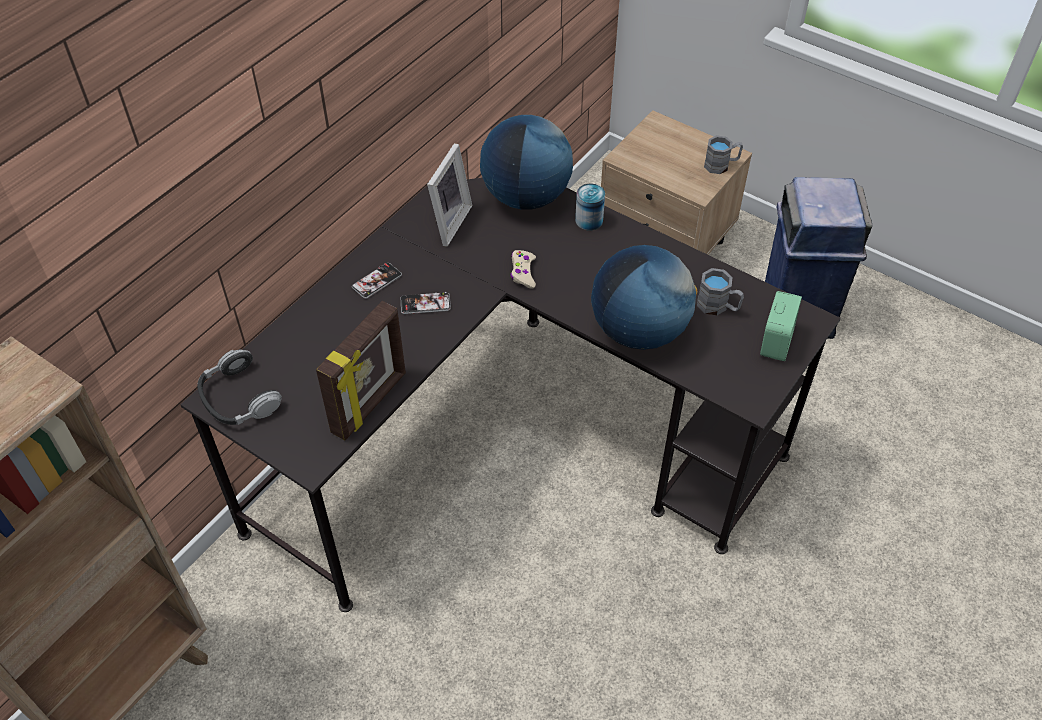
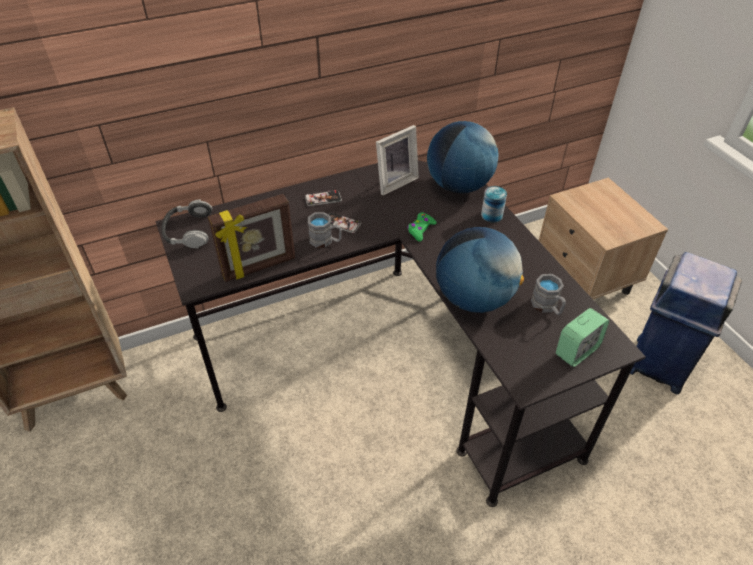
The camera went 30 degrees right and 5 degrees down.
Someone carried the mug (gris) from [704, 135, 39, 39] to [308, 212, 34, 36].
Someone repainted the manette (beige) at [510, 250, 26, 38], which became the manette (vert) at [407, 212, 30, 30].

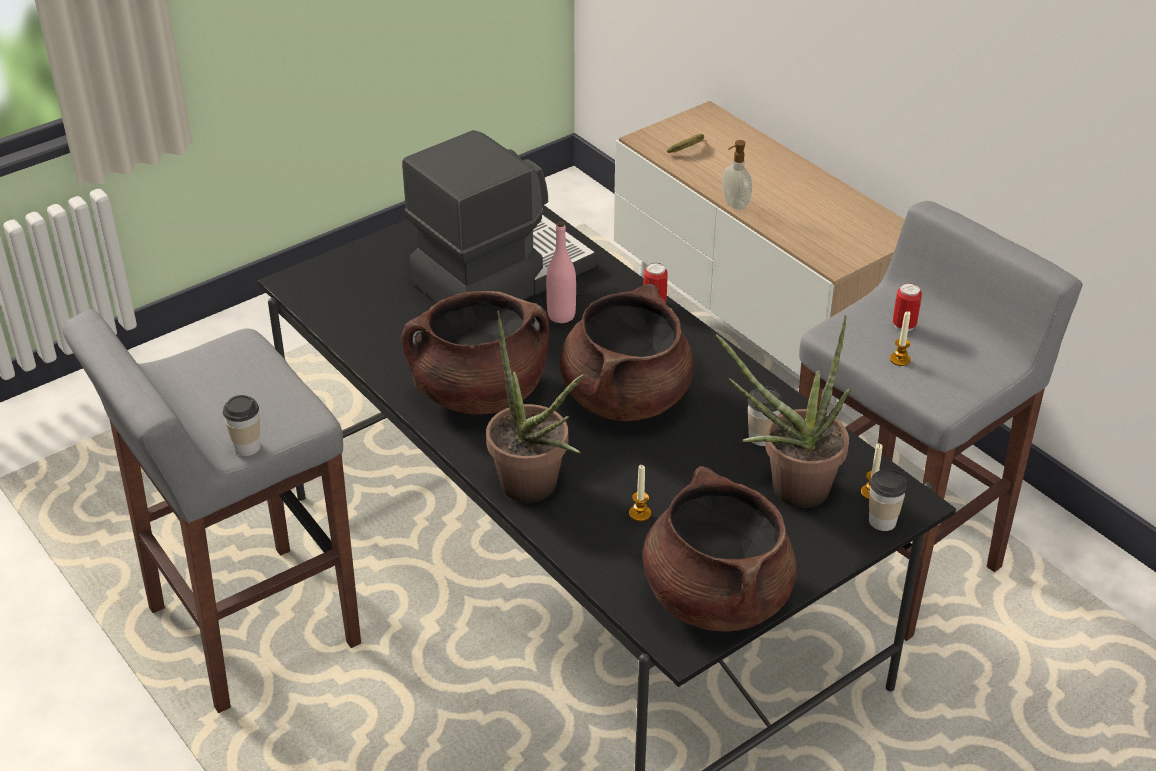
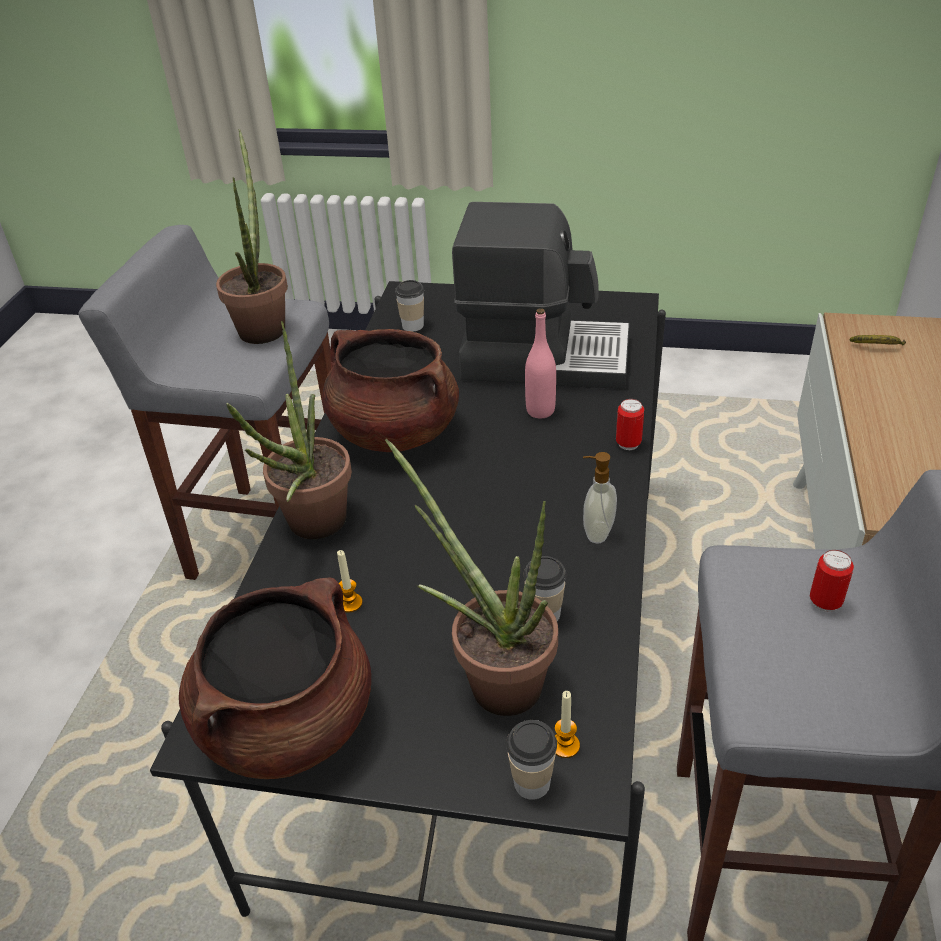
The camera went 50 degrees right and 0 degrees up.
Someone took away the marmite (marron) at [560, 284, 134, 137].
Someone took away the bougie at [890, 311, 21, 55].
Someone put down the plante en pot at [216, 129, 72, 215].
Someone carried the tasse from [223, 395, 38, 61] to [395, 280, 29, 52].
Someone carried the distributeur de savon from [722, 140, 30, 70] to [583, 452, 34, 91].

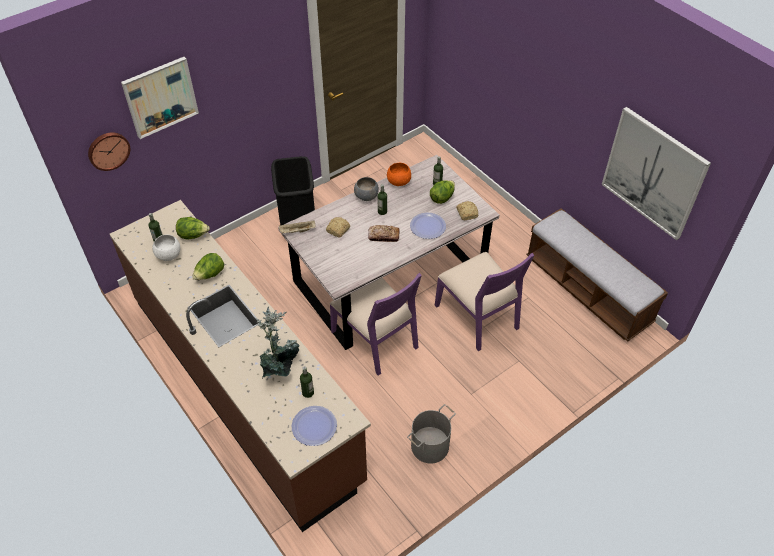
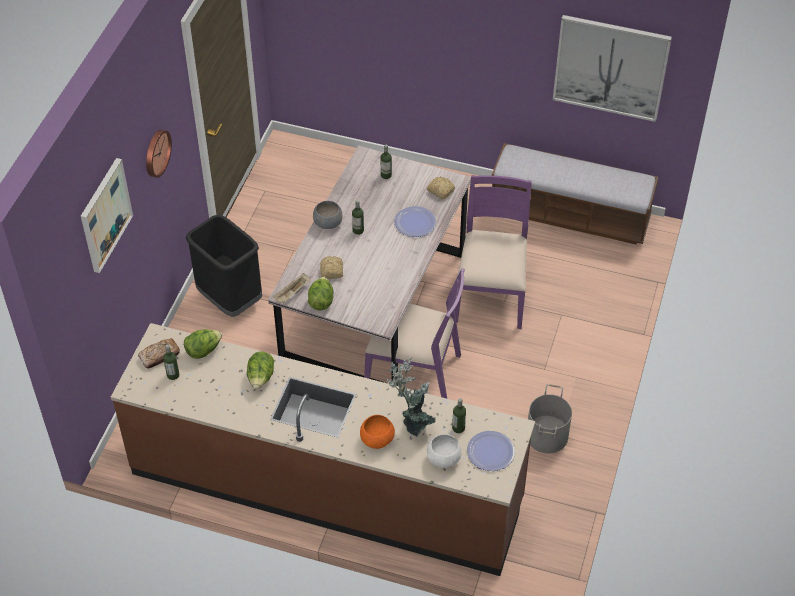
The camera went 35 degrees left and 0 degrees up.
Someone carried the horloge murale from [88, 132, 42, 39] to [146, 130, 26, 48].
Someone carried the bol (blanc) from [152, 235, 28, 26] to [427, 434, 34, 34].
Someone carried the pain from [368, 225, 32, 17] to [138, 338, 42, 31].
Someone carried the bol (orange) from [387, 163, 24, 23] to [360, 415, 35, 34].
Someone carried the laitue from [430, 180, 25, 24] to [308, 276, 26, 35].
Someone rotated the chaise (violet) at [435, 252, 99, 99] by 105 degrees counterclockwise.

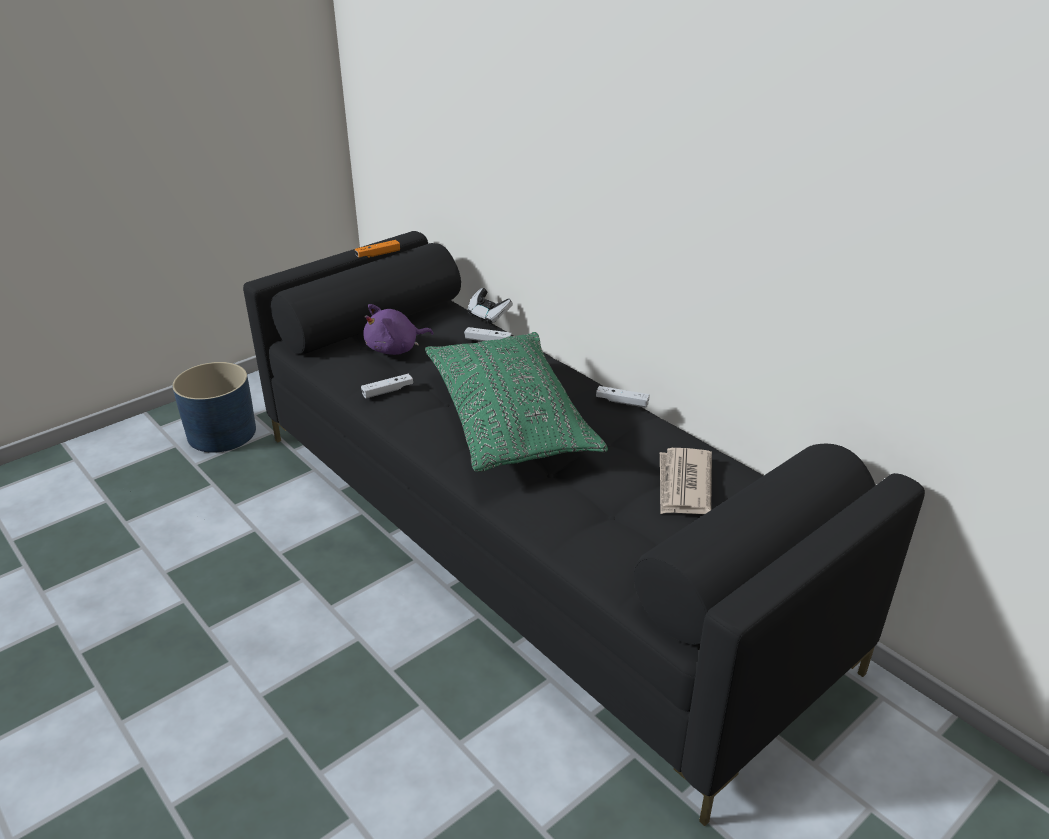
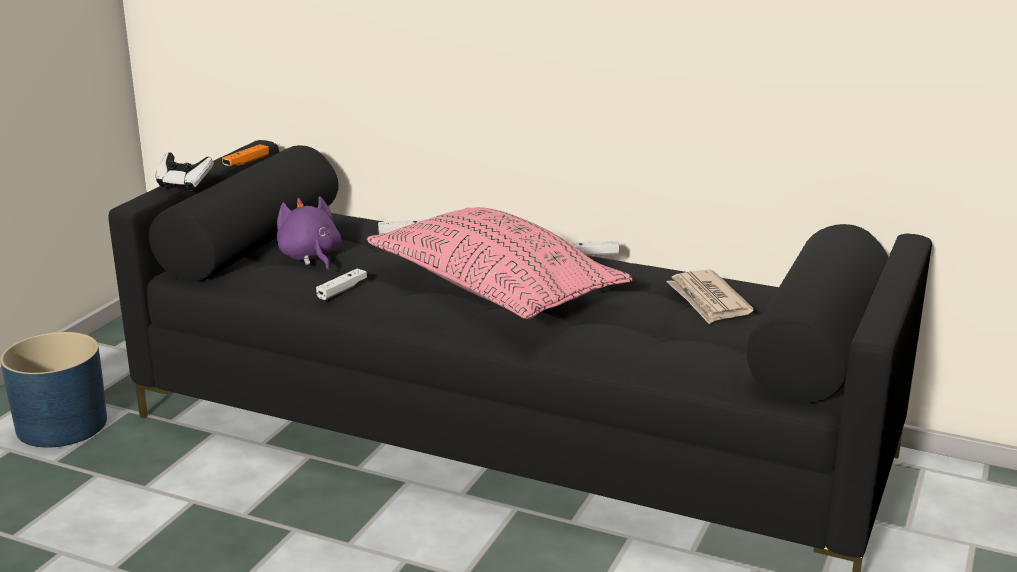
The camera went 25 degrees left and 10 degrees down.
Someone carried the manette from [468, 288, 45, 36] to [156, 152, 58, 38].
Someone repainted the coussin (vert) at [425, 332, 183, 140], which became the coussin (rose) at [367, 207, 265, 112].
Someone rotated the peluche (violet) at [363, 304, 70, 51] by 120 degrees clockwise.

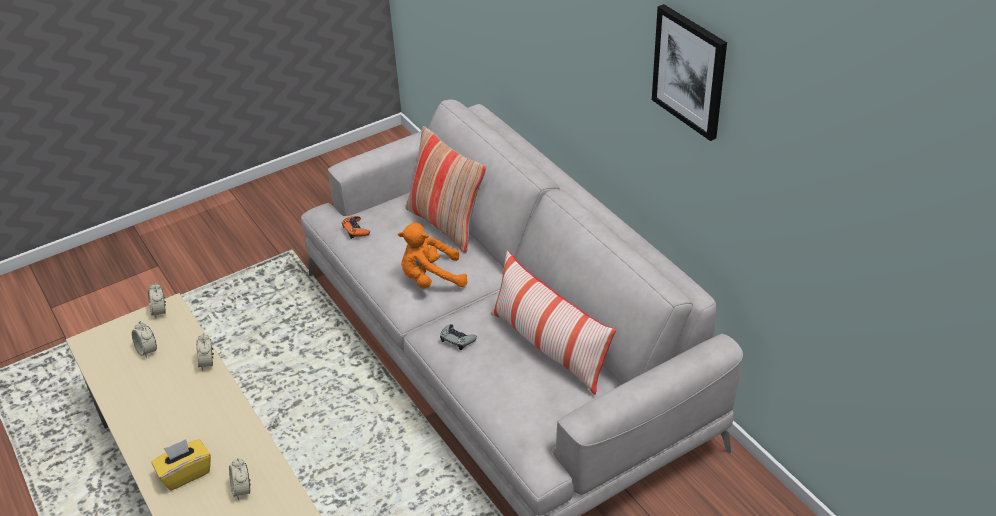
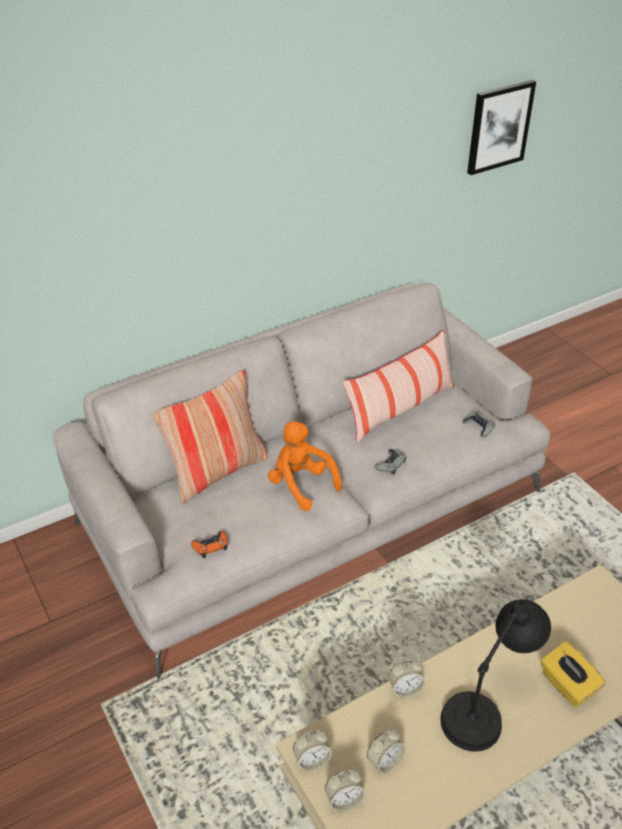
The camera went 90 degrees left and 0 degrees up.
Someone put down the lampe de table (noir) at [441, 599, 110, 153].
Someone put down the manette (gris) at [463, 411, 33, 26].
Someone carried the réveil from [229, 458, 22, 42] to [325, 769, 40, 43].
Someone carried the tableau from [652, 4, 75, 137] to [467, 80, 69, 95].
Someone rotated the peluche (orange) at [398, 223, 70, 66] by 150 degrees clockwise.

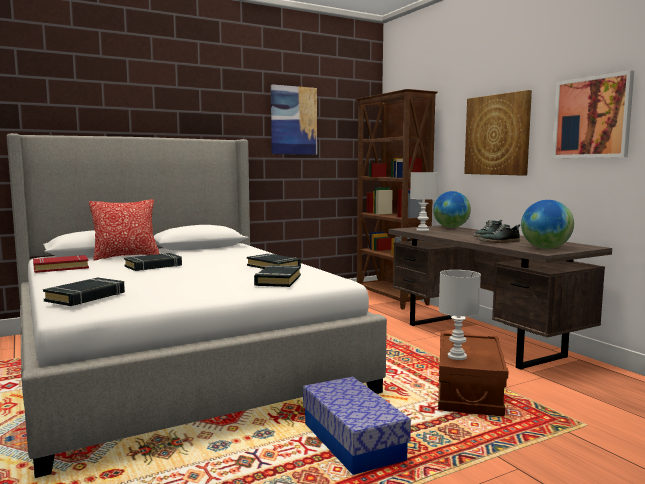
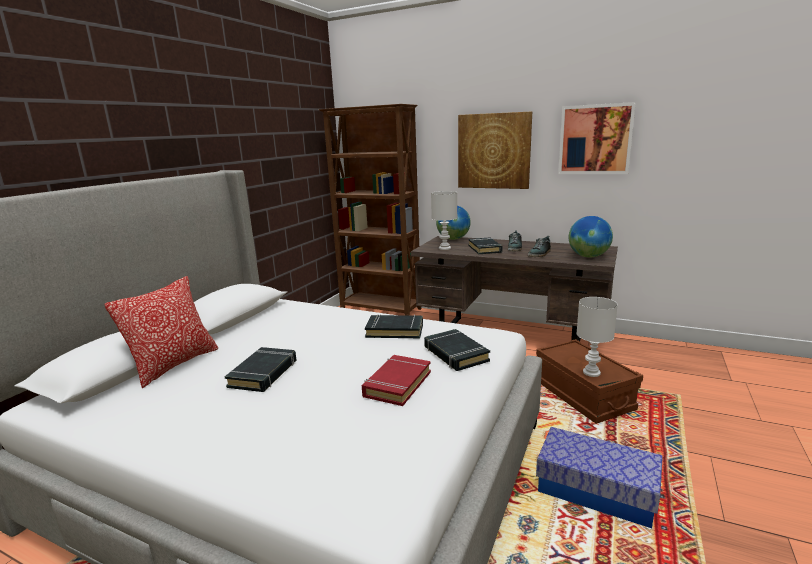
The camera went 35 degrees left and 10 degrees up.
Someone took away the tableau at [271, 84, 46, 71].
Someone carried the livre (rouge) from [33, 255, 56, 18] to [362, 355, 69, 51].
Someone carried the livre (noir) from [43, 278, 82, 28] to [468, 237, 35, 17].

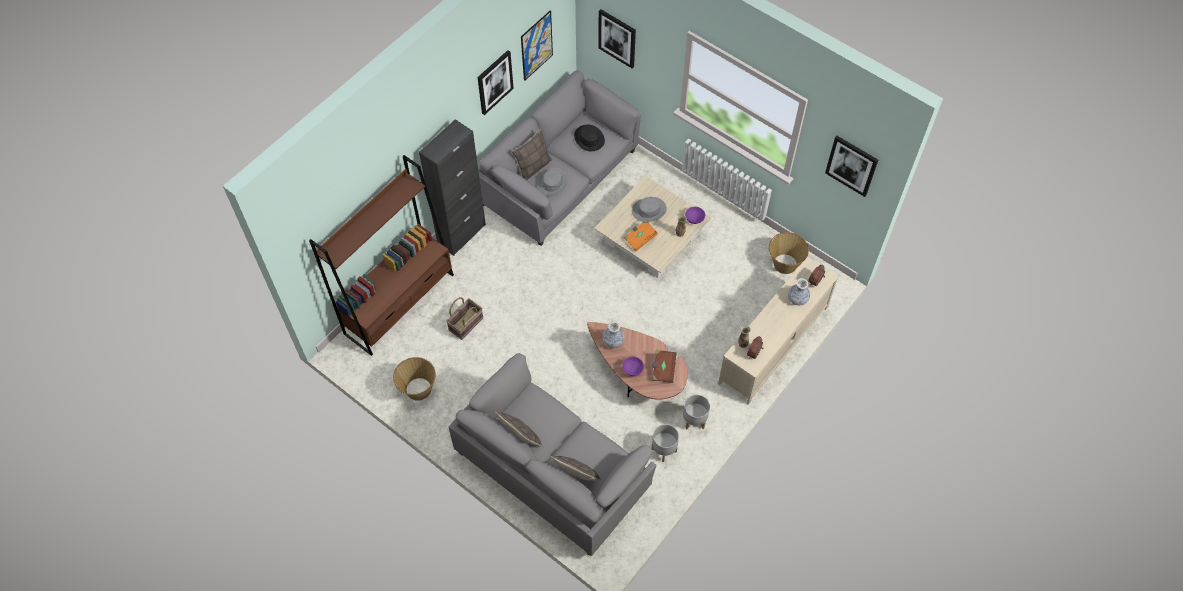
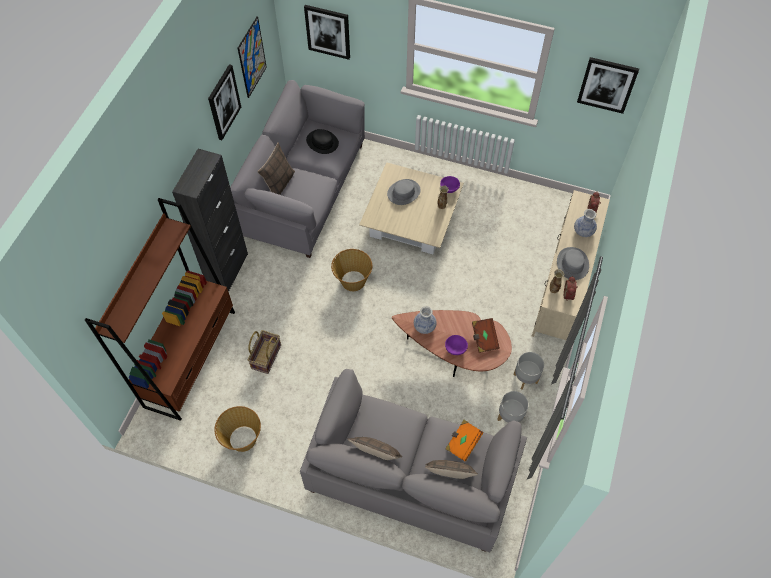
The camera went 20 degrees left and 0 degrees up.
Someone carried the chapeau (gris) from [537, 168, 31, 28] to [557, 247, 32, 33].
Someone carried the livre (orange) from [624, 220, 34, 31] to [445, 420, 39, 42].
Someone carried the panier from [769, 232, 40, 42] to [331, 249, 41, 42].

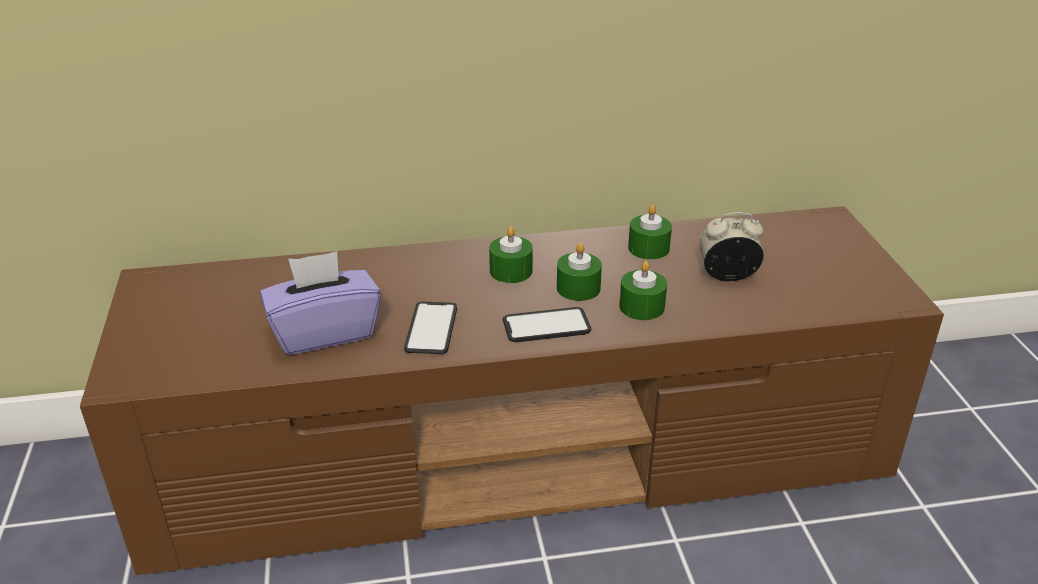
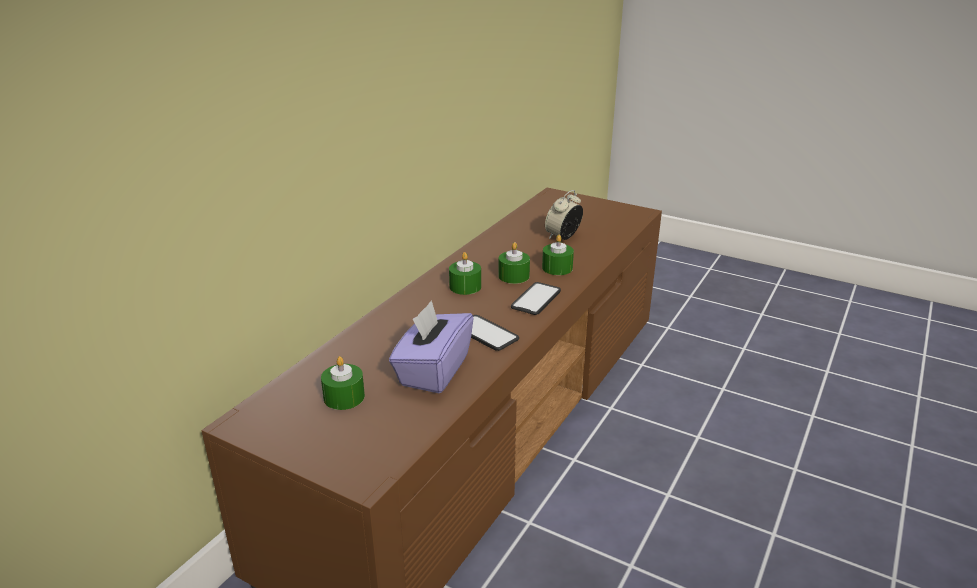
The camera went 50 degrees left and 5 degrees down.
Someone carried the bougie (vert) from [628, 205, 44, 55] to [321, 356, 44, 54].

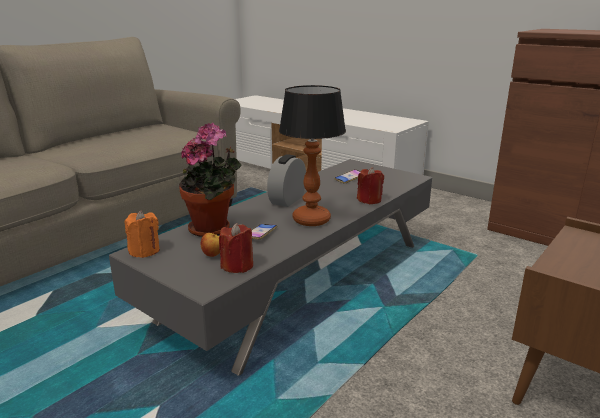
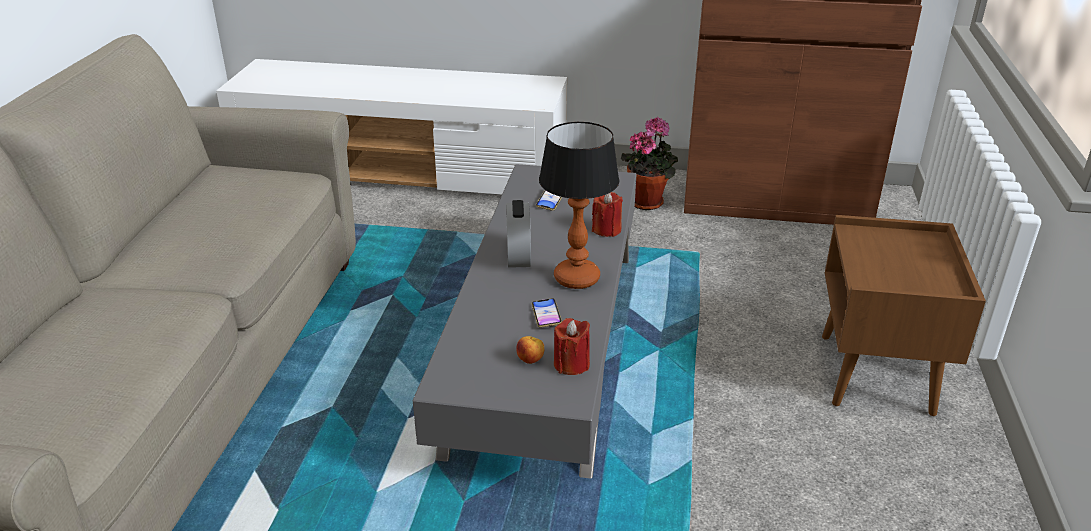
The camera went 30 degrees left and 10 degrees up.
Someone took away the bougie (orange) at [125, 210, 35, 48].
Someone carried the plante en pot from [179, 123, 63, 114] to [621, 117, 57, 93].

